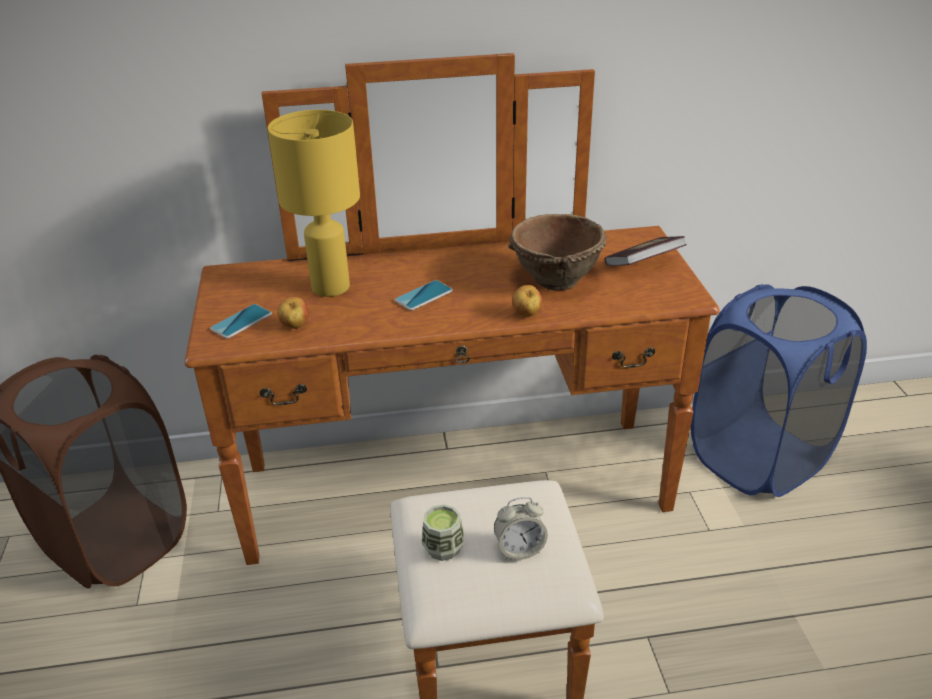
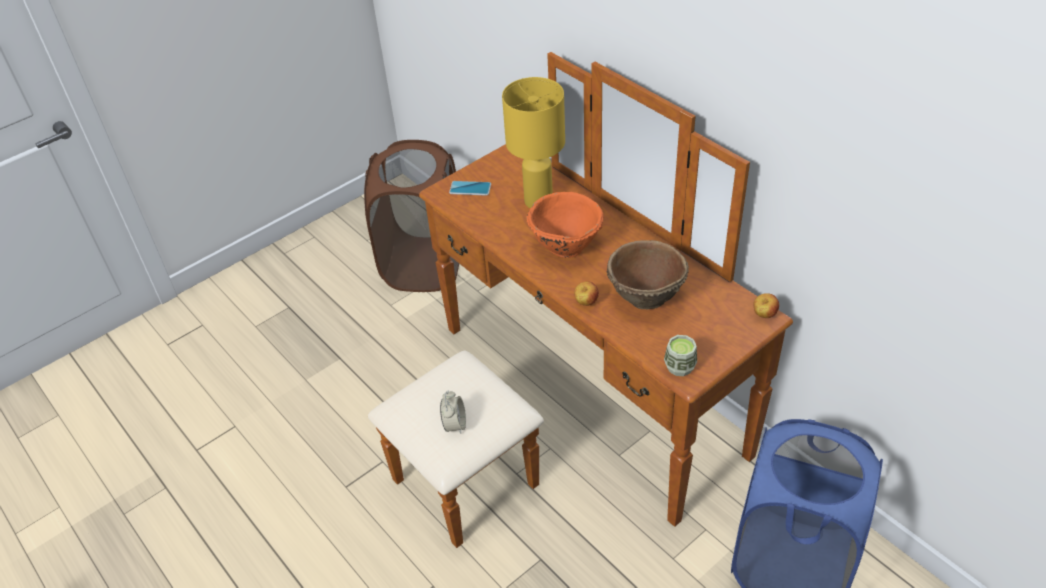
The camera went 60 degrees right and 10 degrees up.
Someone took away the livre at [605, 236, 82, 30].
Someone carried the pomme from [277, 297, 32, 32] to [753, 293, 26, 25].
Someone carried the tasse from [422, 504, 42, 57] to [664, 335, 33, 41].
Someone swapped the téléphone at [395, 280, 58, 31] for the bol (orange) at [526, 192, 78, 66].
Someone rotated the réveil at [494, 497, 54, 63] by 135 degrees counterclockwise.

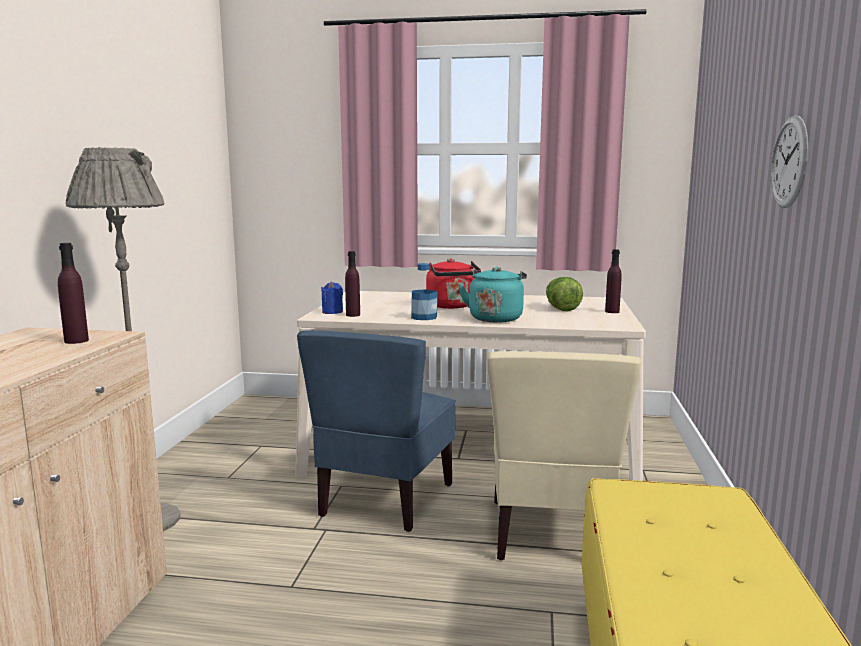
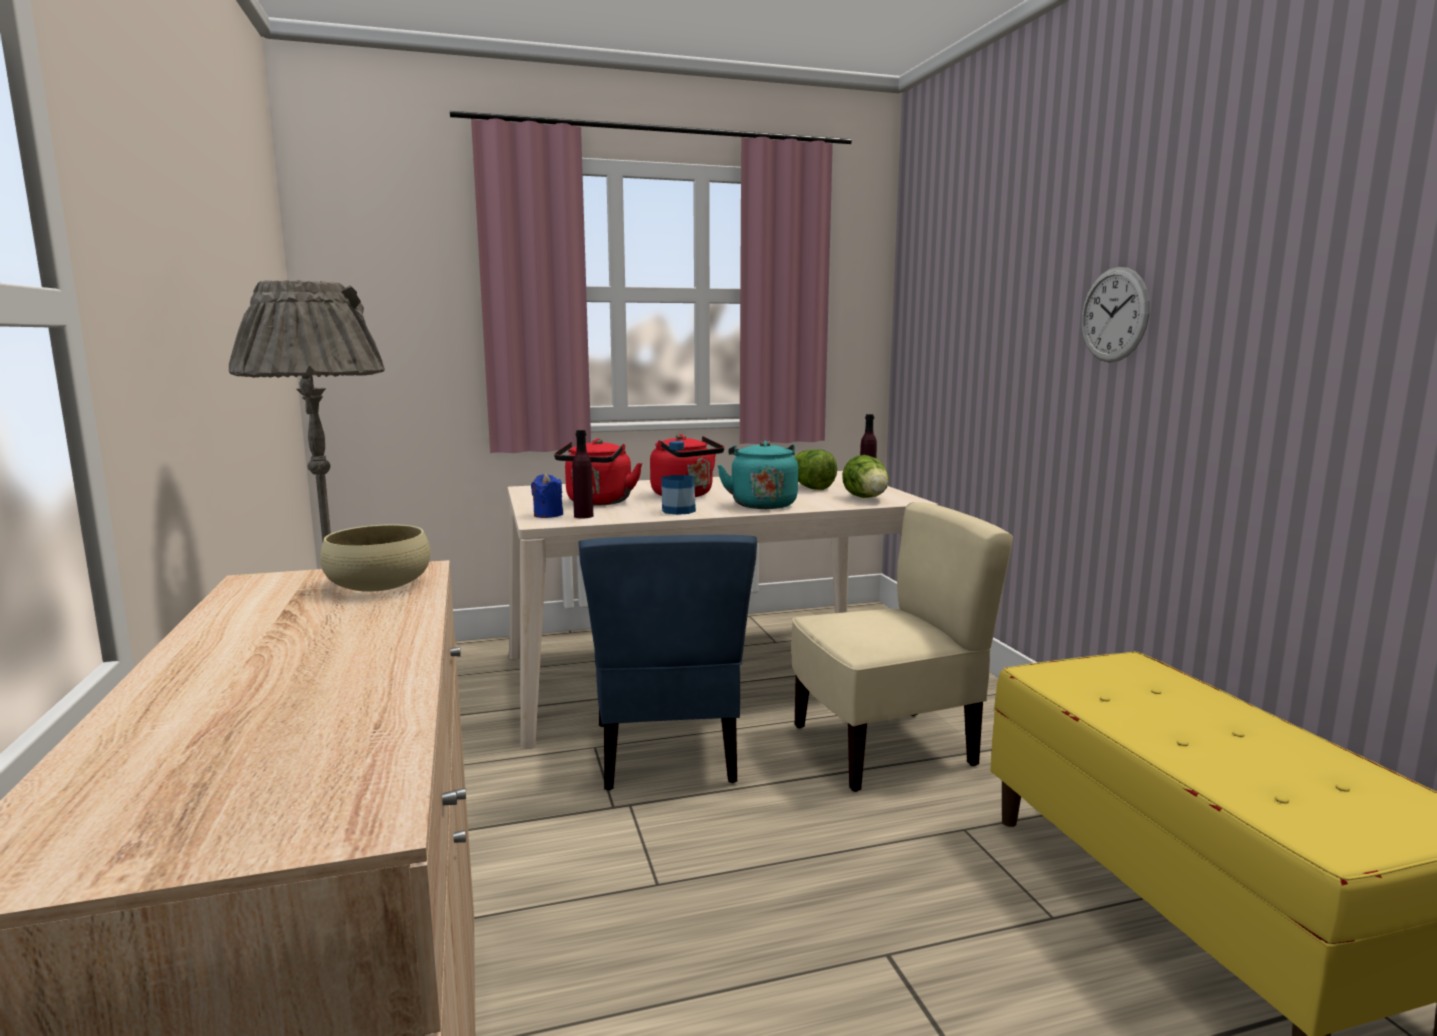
The camera went 25 degrees left and 0 degrees up.
Someone put down the bouilloire (rouge) at [554, 438, 88, 67].
Someone put down the laitue at [842, 455, 47, 43].
Someone swapped the bouteille (violet) at [58, 243, 31, 101] for the bol (beige) at [320, 524, 111, 68].
Someone rotated the chaise (beige) at [487, 351, 154, 209] by 90 degrees counterclockwise.

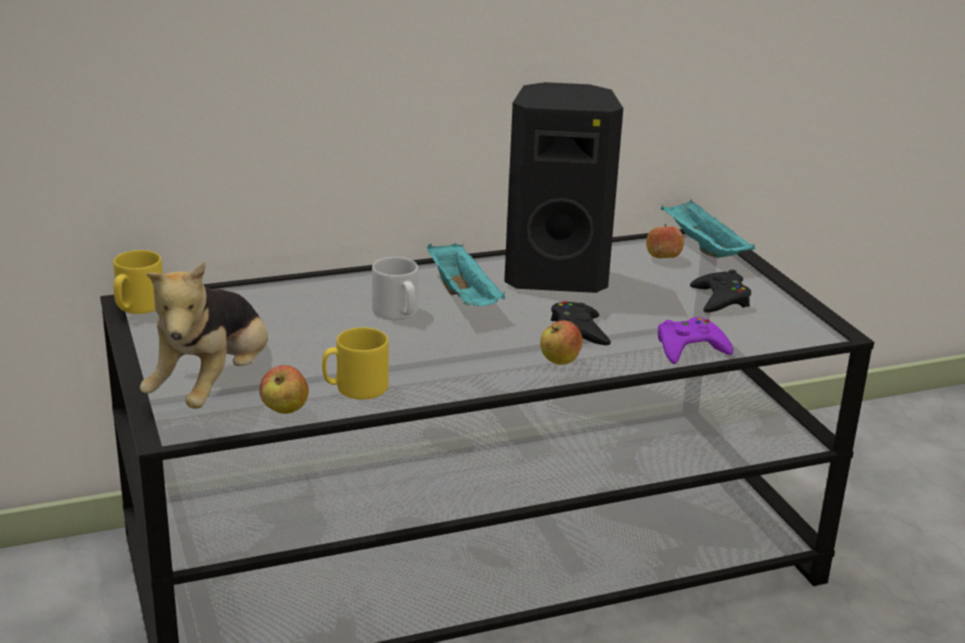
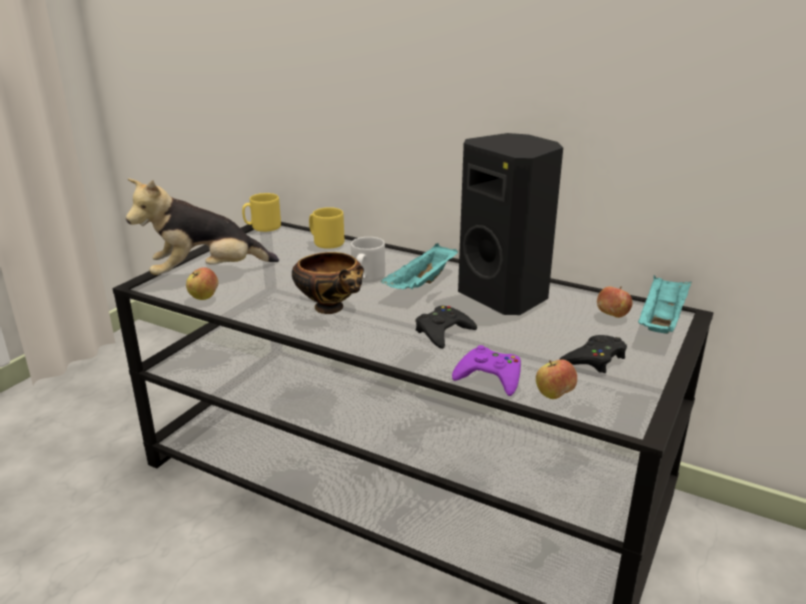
The camera went 50 degrees right and 0 degrees up.
Someone put down the bol at [292, 252, 72, 62].
Someone carried the mug (jaune) from [322, 327, 67, 72] to [309, 207, 35, 42].
Someone carried the pomme from [540, 320, 43, 45] to [536, 360, 41, 39].

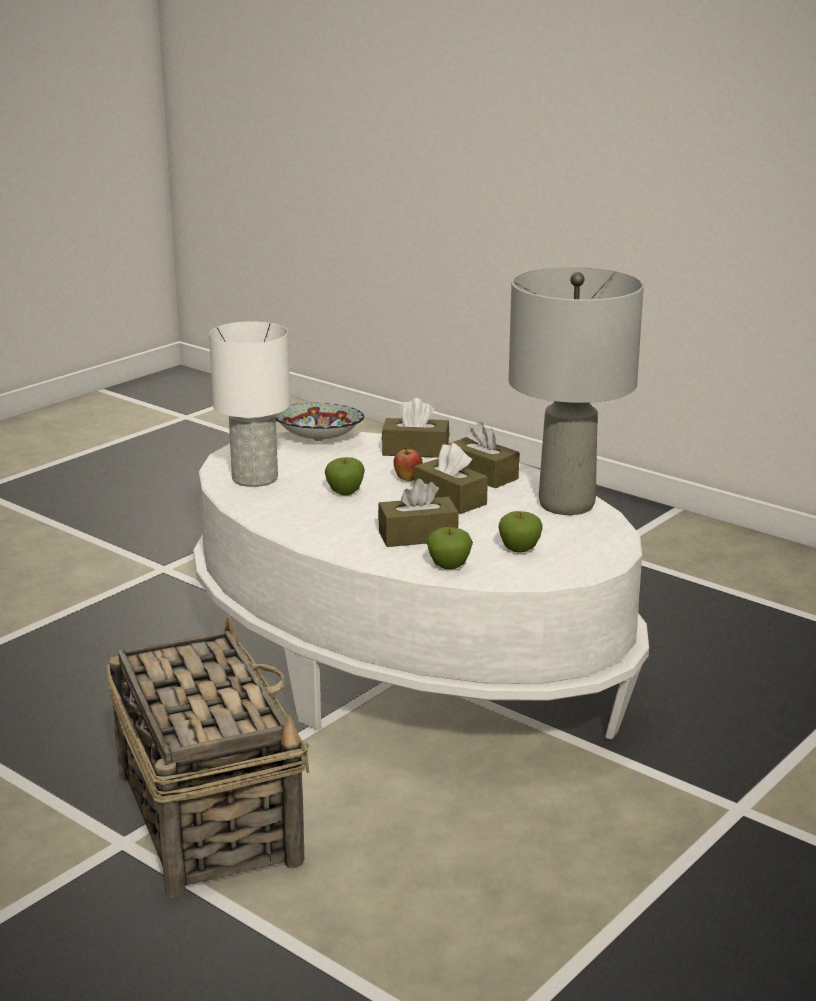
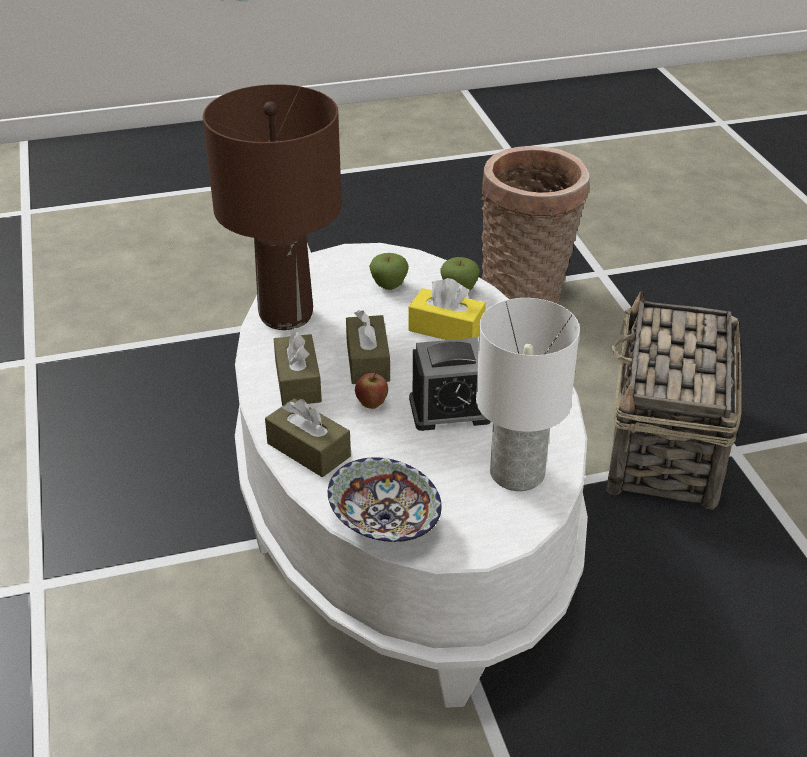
The camera went 145 degrees left and 15 degrees up.
Someone put down the panier at [481, 146, 109, 158].
Someone swapped the pomme at [325, 457, 40, 38] for the réveil at [409, 338, 82, 93].
Someone repainted the boîte à mouchoirs (marron) at [378, 479, 81, 68], which became the boîte à mouchoirs (jaune) at [408, 278, 78, 62].
Someone repainted the lampe de table (gris) at [509, 267, 135, 248], which became the lampe de table (marron) at [203, 84, 139, 246].

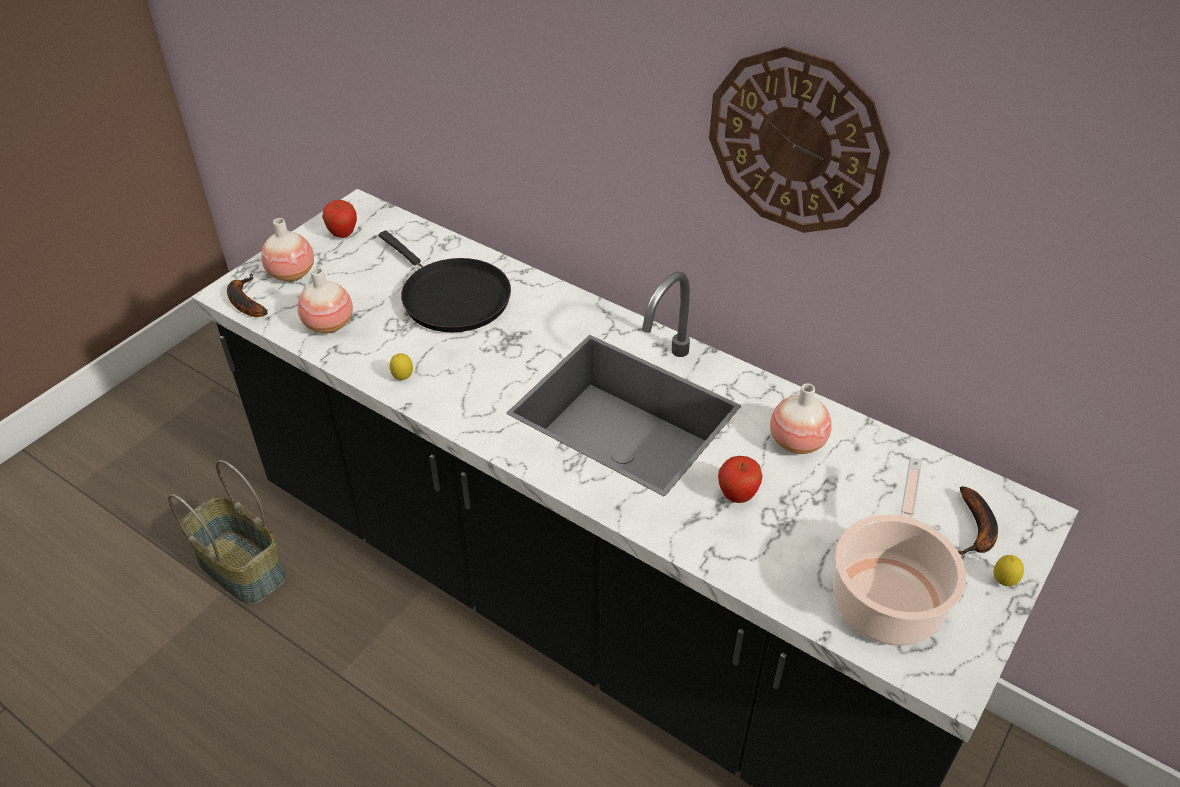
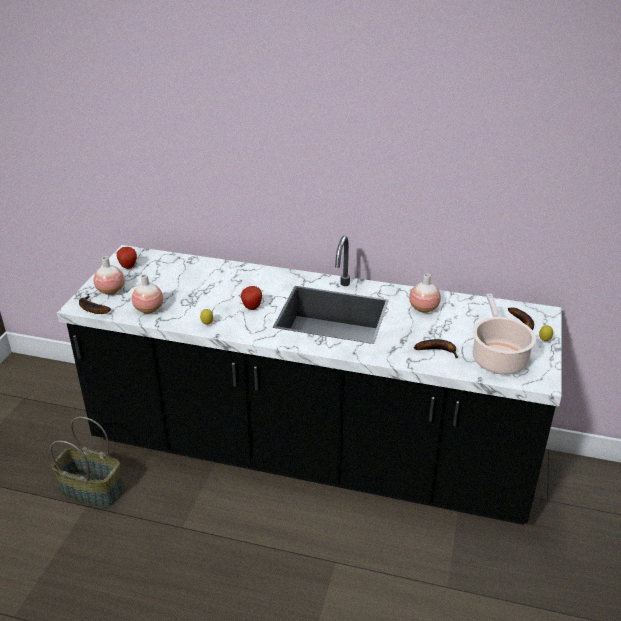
The camera went 20 degrees left and 10 degrees down.
Someone took away the poêle (noir) at [379, 230, 132, 102].
Someone took away the horloge murale at [709, 46, 181, 187].
Someone put down the banane at [414, 339, 44, 20].
Someone carried the pomme from [718, 456, 45, 47] to [241, 286, 21, 24].

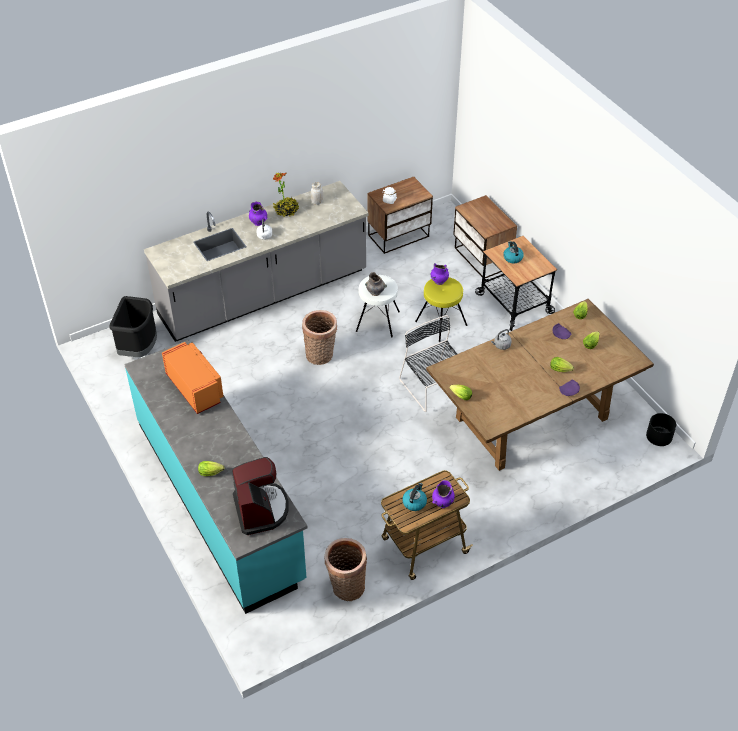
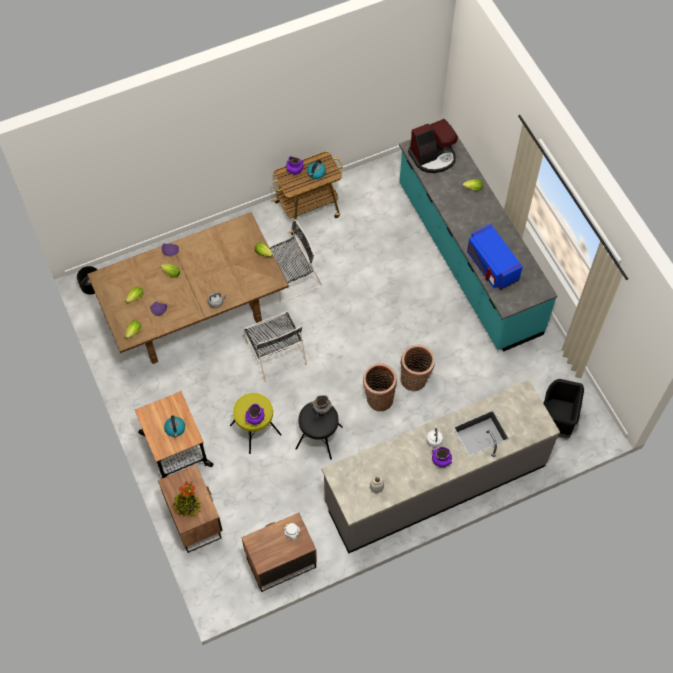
The camera went 175 degrees left and 15 degrees up.
Someone put down the chaise (noir) at [269, 219, 53, 84].
Someone carried the plante en pot from [273, 172, 26, 45] to [172, 481, 29, 36].
Someone carried the panier from [324, 538, 43, 63] to [400, 345, 35, 46].
Someone repainted the micro-ondes (orange) at [162, 342, 61, 72], which became the micro-ondes (bleu) at [467, 224, 56, 66].
Someone repainted the tabouret (blanc) at [356, 275, 44, 62], which became the tabouret (noir) at [295, 401, 48, 59].
Someone rotated the machine à café at [232, 457, 57, 78] by 105 degrees counterclockwise.

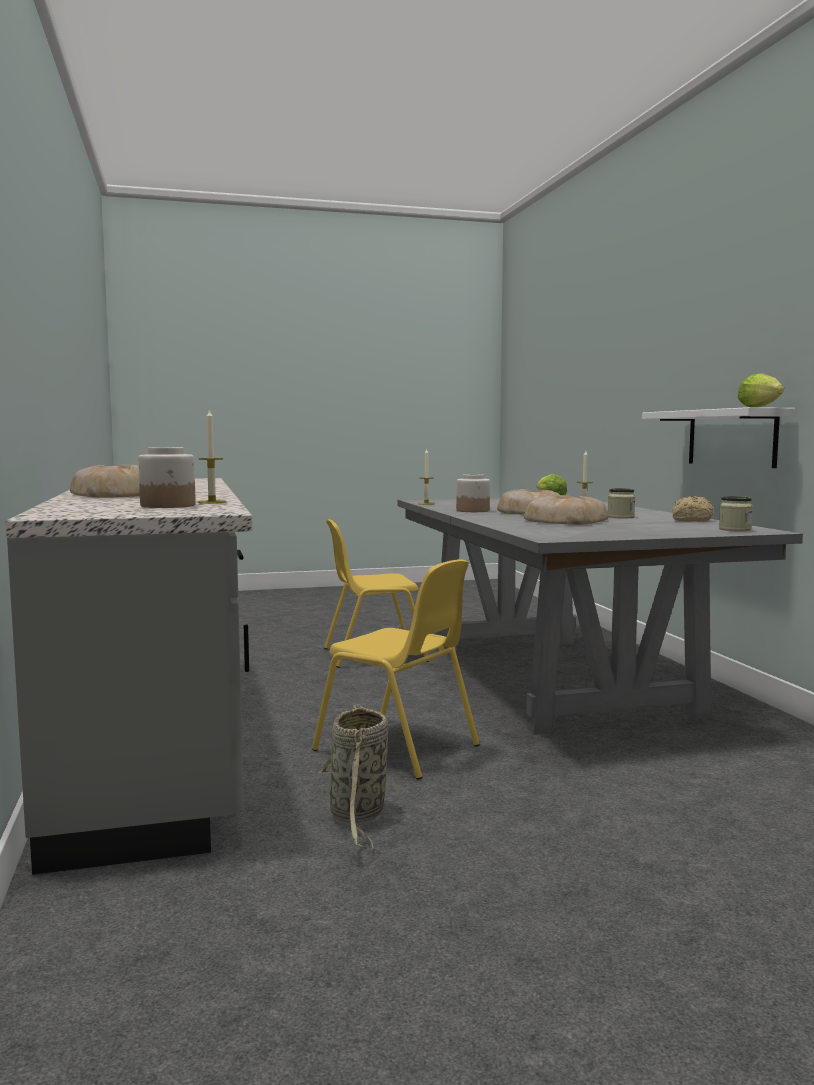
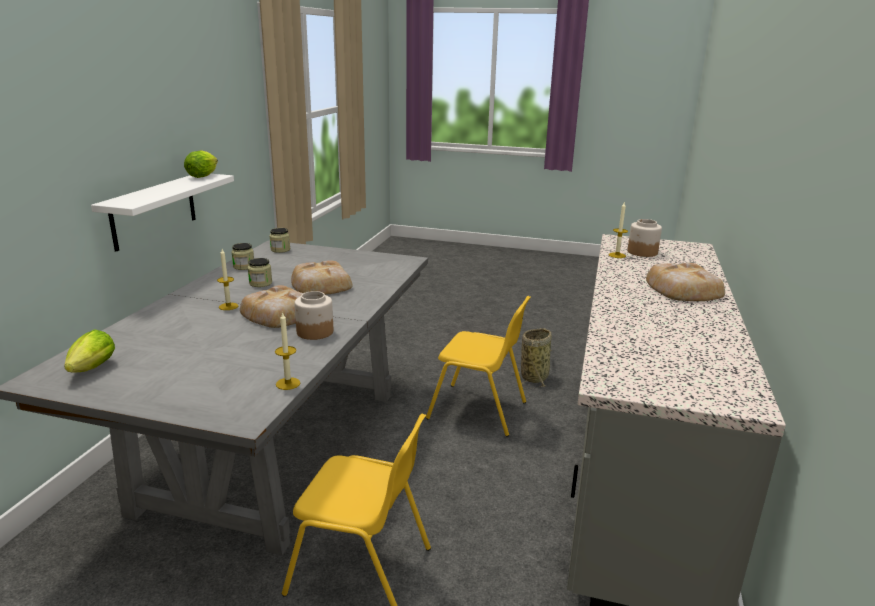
The camera went 150 degrees left and 15 degrees up.
Someone swapped the pain at [672, 496, 42, 26] for the bocal at [231, 243, 23, 27].
Someone rotated the chaise (jaune) at [312, 559, 168, 220] by 135 degrees clockwise.

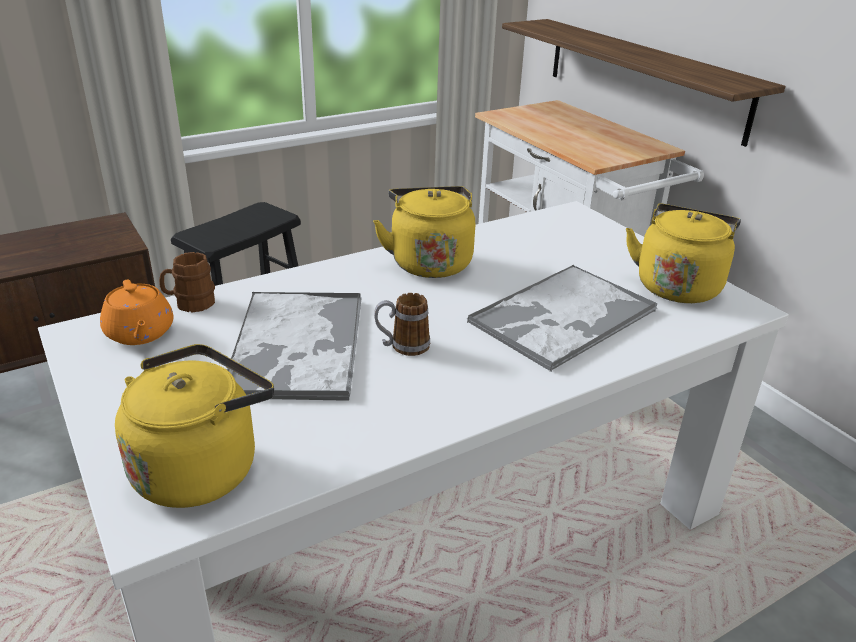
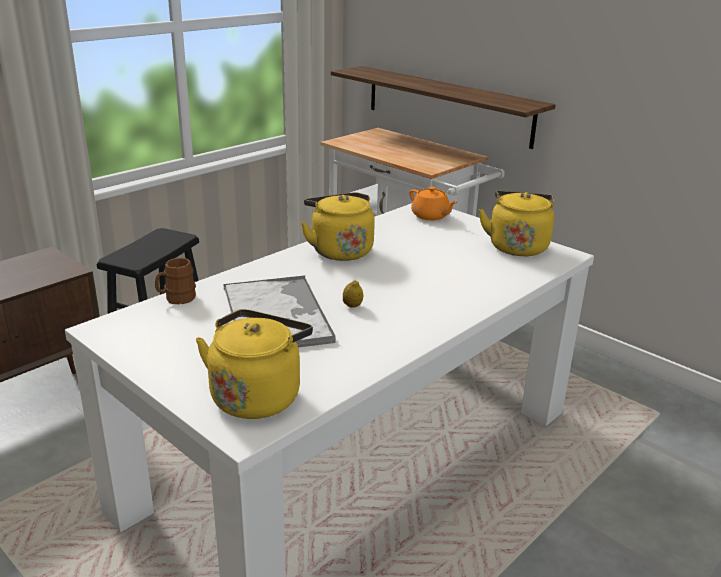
The camera went 15 degrees left and 5 degrees down.
Someone took away the plateau at [467, 265, 190, 107].
Someone carried the théière (orange) from [100, 279, 73, 66] to [410, 187, 47, 34].
Someone swapped the mug at [374, 293, 56, 63] for the citron at [343, 280, 20, 28].

